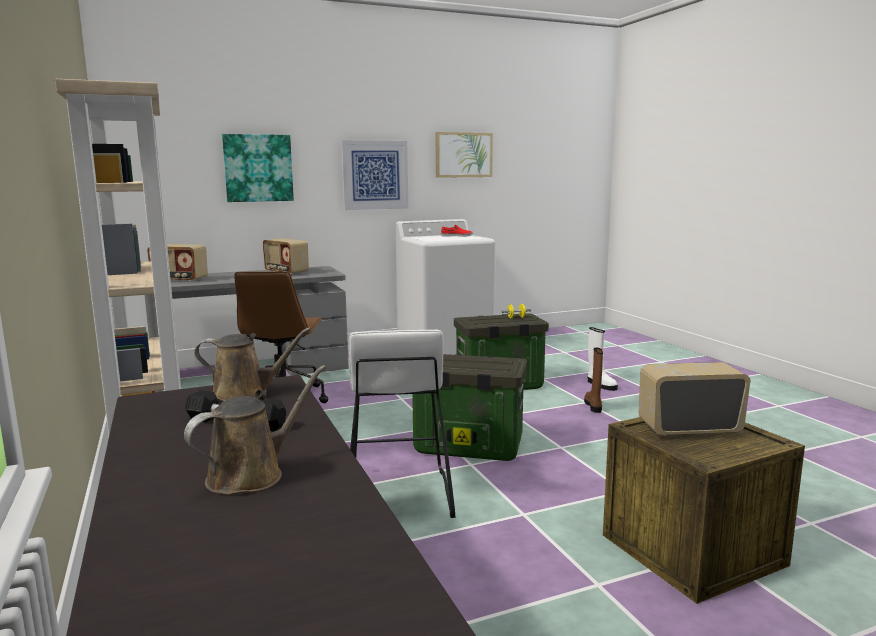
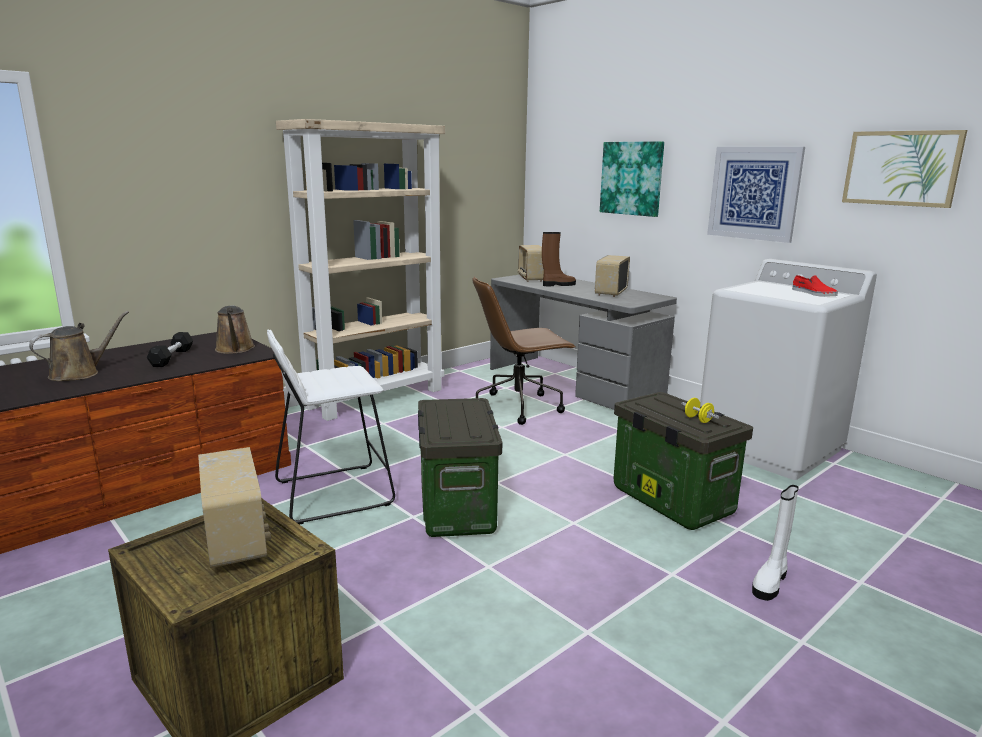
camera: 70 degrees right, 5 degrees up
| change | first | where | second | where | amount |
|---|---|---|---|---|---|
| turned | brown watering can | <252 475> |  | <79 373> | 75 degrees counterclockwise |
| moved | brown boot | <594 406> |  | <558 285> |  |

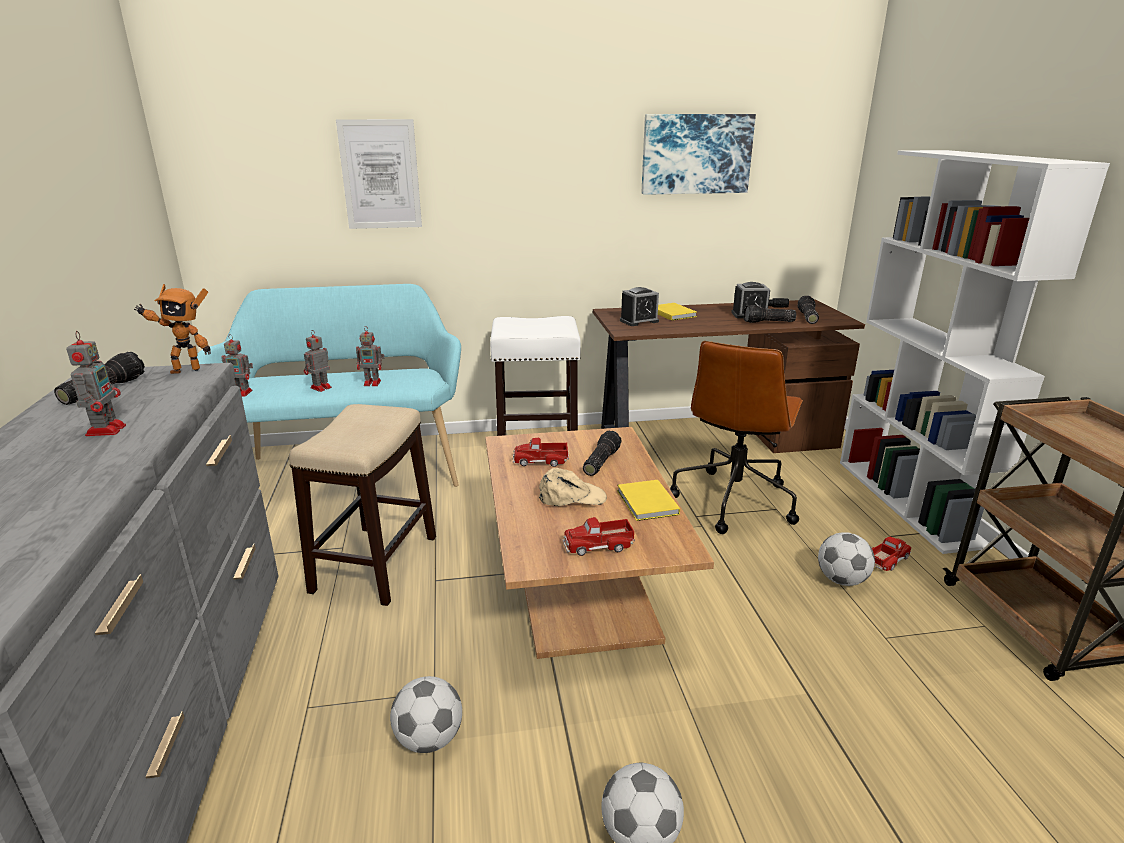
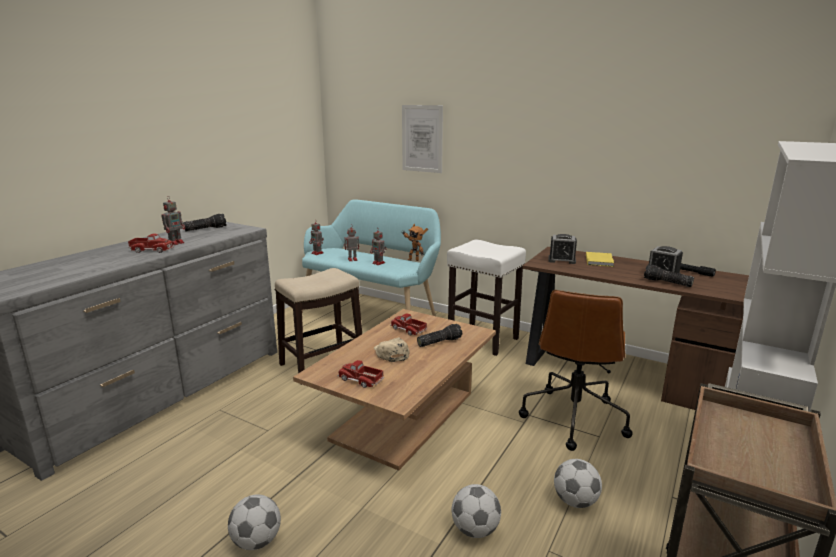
camera: 40 degrees right, 5 degrees down
| change | first | where | second | where | amount |
|---|---|---|---|---|---|
| moved | toy robot | <186 370> |  | <413 260> |  |
| moved | football | <429 739> |  | <475 529> |  |
| turned | beige cap | <572 496> |  | <391 353> | 150 degrees counterclockwise |
| removed | yellow book | <647 503> |  |  |  |
| removed | picture | <696 154> |  |  |  |
| turned | brown office chair | <733 500> |  | <573 417> | 45 degrees counterclockwise |
| removed | flashlight | <806 317> |  |  |  |
| moved | toy truck | <886 560> |  | <152 250> |  |

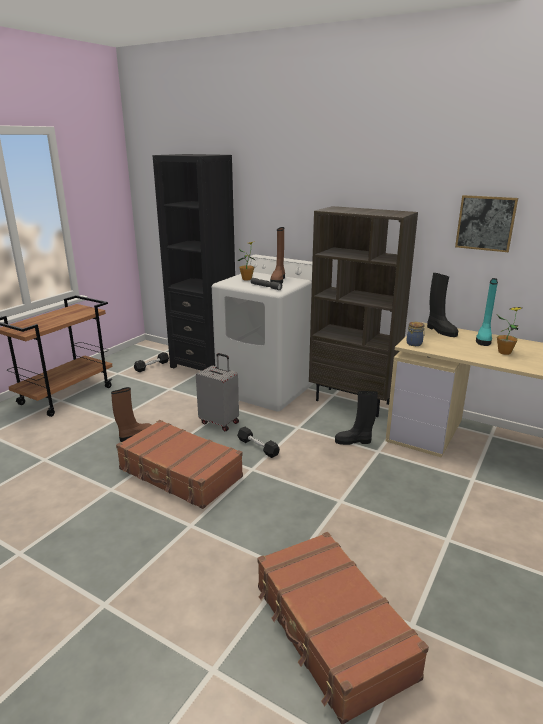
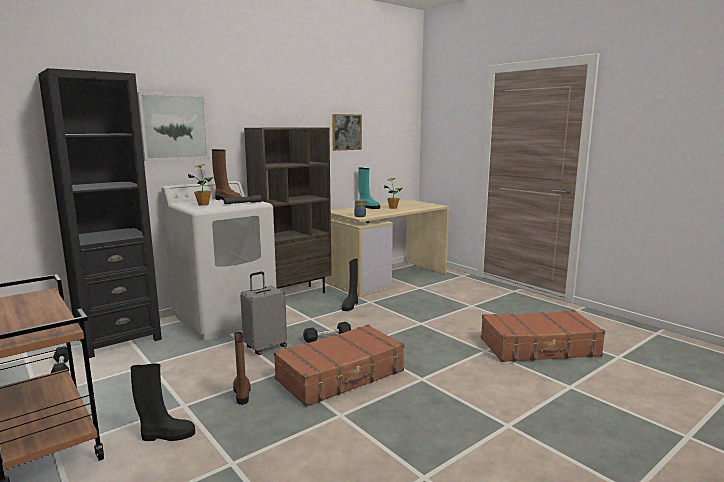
camera: 70 degrees left, 10 degrees down
| change | first | where | second | where | amount |
|---|---|---|---|---|---|
| moved | black boot | <440 331> |  | <166 435> |  |
| added |  |  | picture | <174 127> |  |

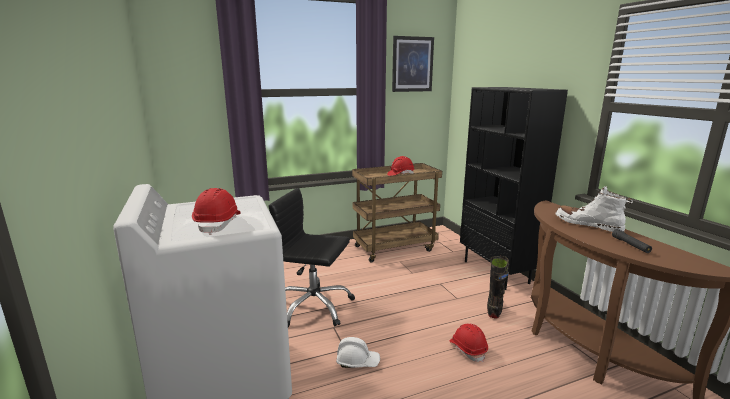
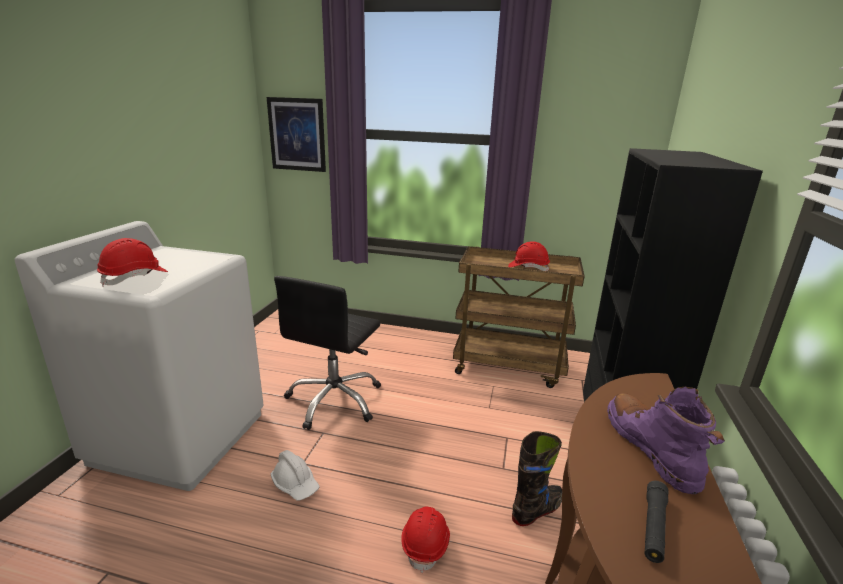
camera: 35 degrees right, 5 degrees up
| change | first | where | second | where | amount |
|---|---|---|---|---|---|
| turned | black office chair | <314 306> |  | <335 400> | 120 degrees counterclockwise |
| moved | picture | <412 64> |  | <297 134> |  |
| recoloured | white boot | <588 225> | purple boot | <651 448> |  |

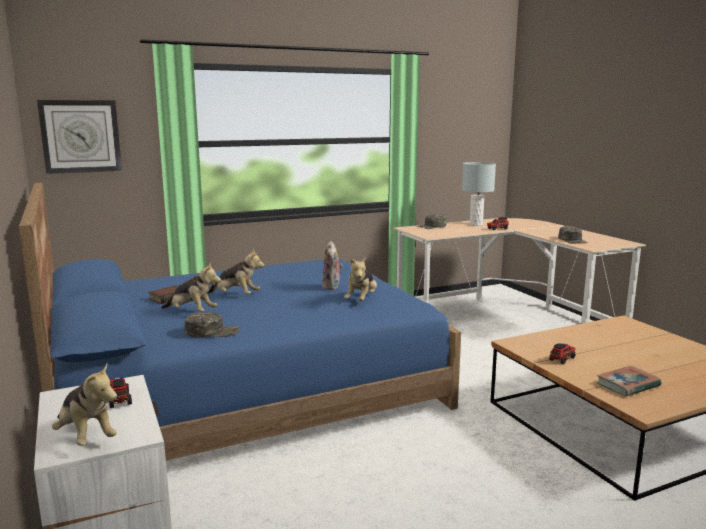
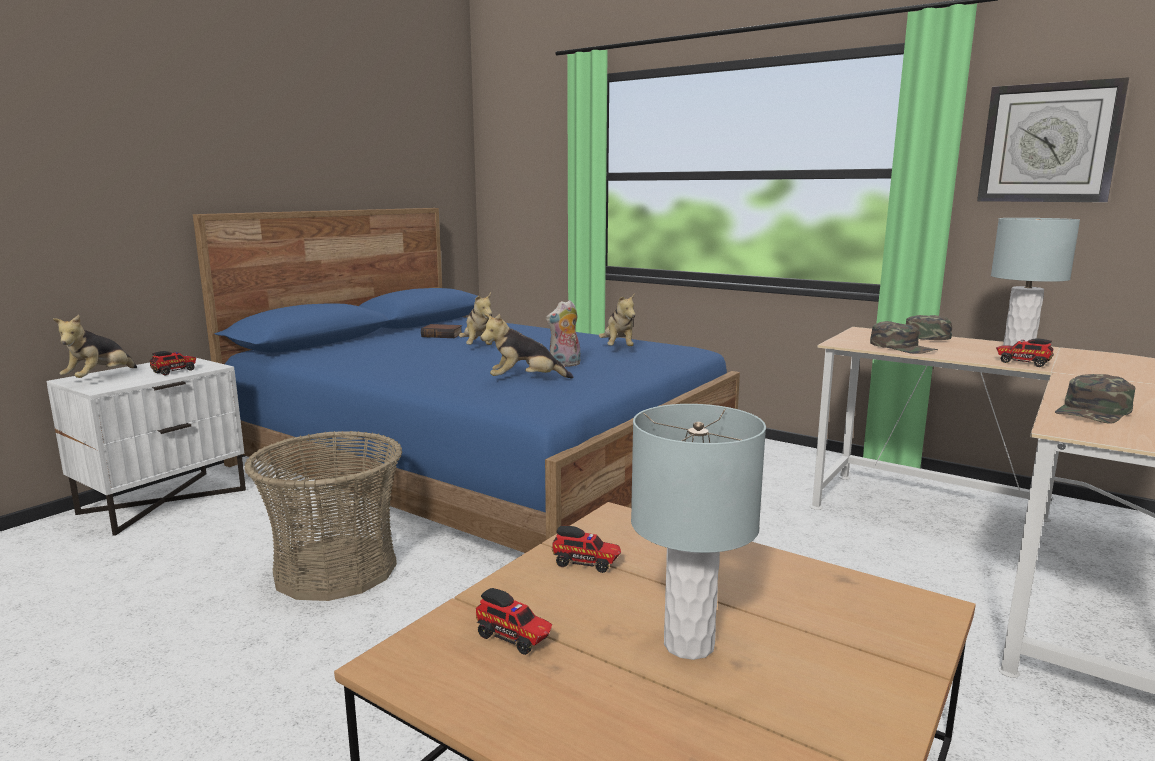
camera: 60 degrees right, 0 degrees up
| change | first | where | second | where | amount |
|---|---|---|---|---|---|
| moved | wall clock | <81 136> |  | <1048 143> |  |
| moved | plush toy | <191 312> |  | <618 348> |  |
| moved | green cap | <212 332> |  | <902 347> |  |
| replaced | book | <628 385> | toy truck | <514 638> |  |
| added |  |  | basket | <335 569> |  |
| added |  |  | grey table lamp | <688 644> |  |

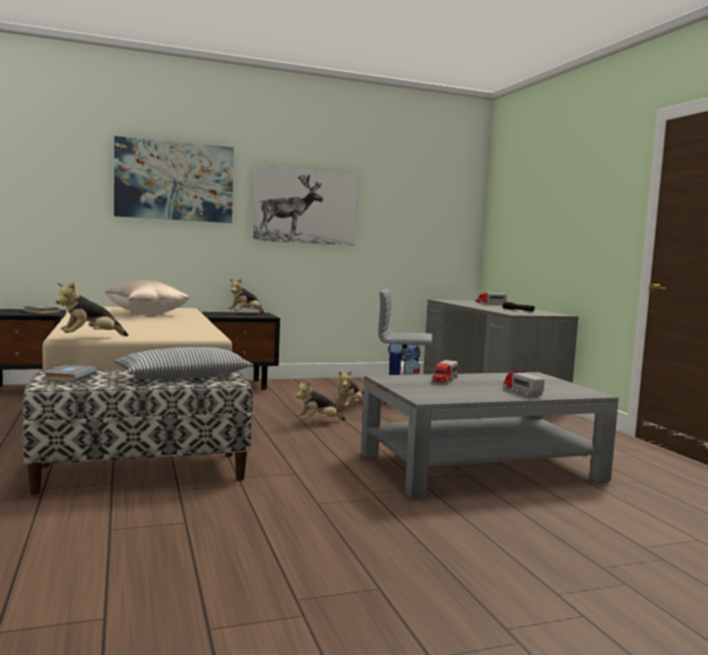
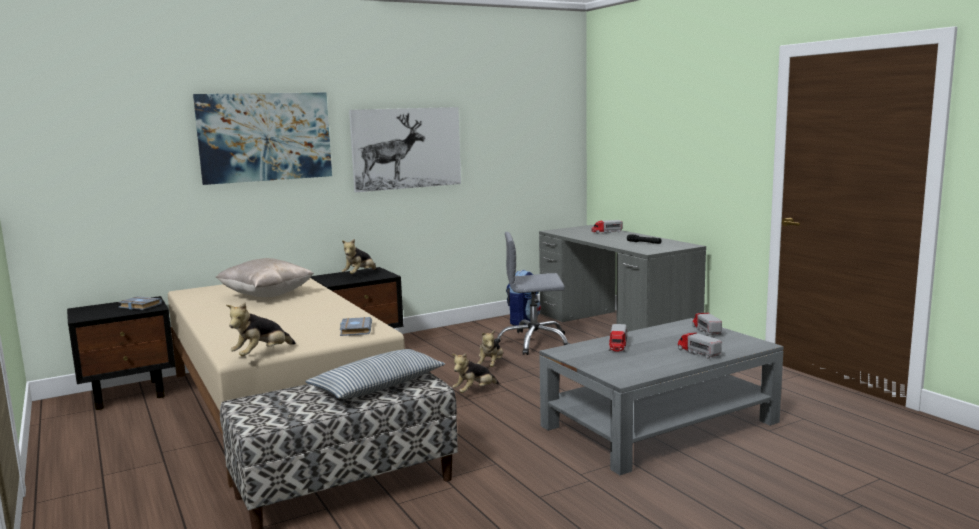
camera: 10 degrees left, 5 degrees up
| change | first | where | second | where | amount |
|---|---|---|---|---|---|
| moved | grey book | <68 377> |  | <354 330> |  |
| added |  |  | toy truck | <706 330> |  |

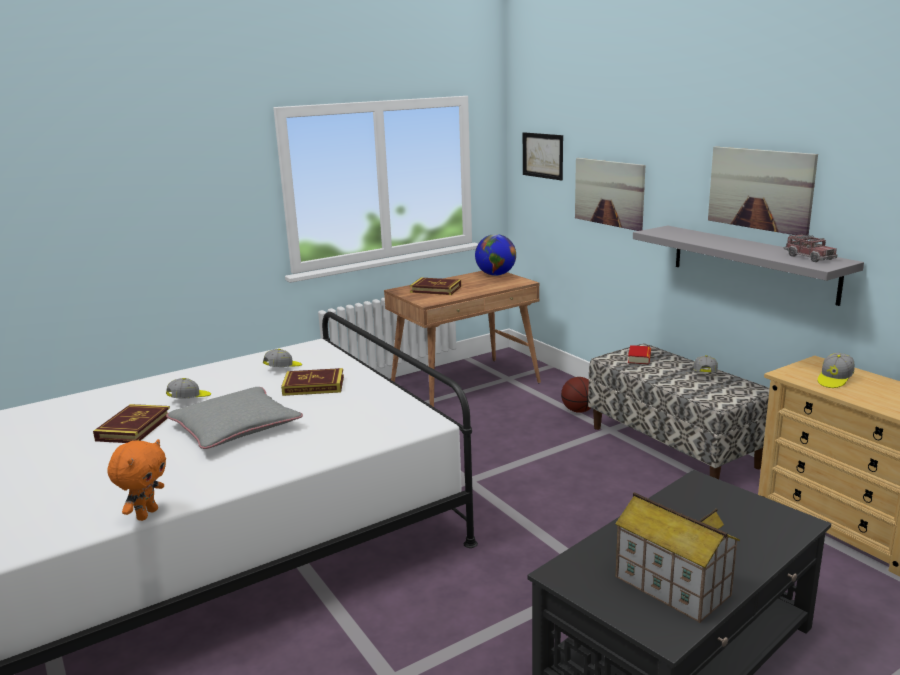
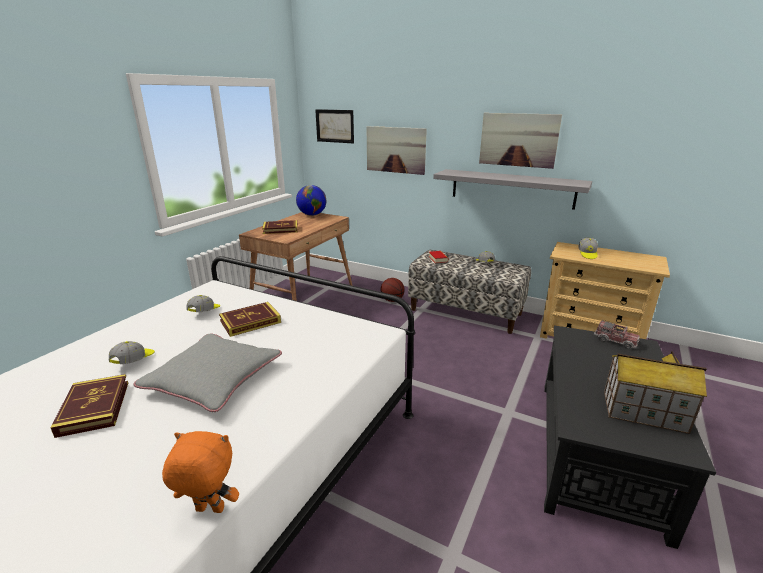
camera: 30 degrees left, 5 degrees up
| change | first | where | second | where | amount |
|---|---|---|---|---|---|
| turned | orange plush toy | <146 514> |  | <209 510> | 75 degrees counterclockwise |
| moved | toy truck | <809 257> |  | <615 341> |  |

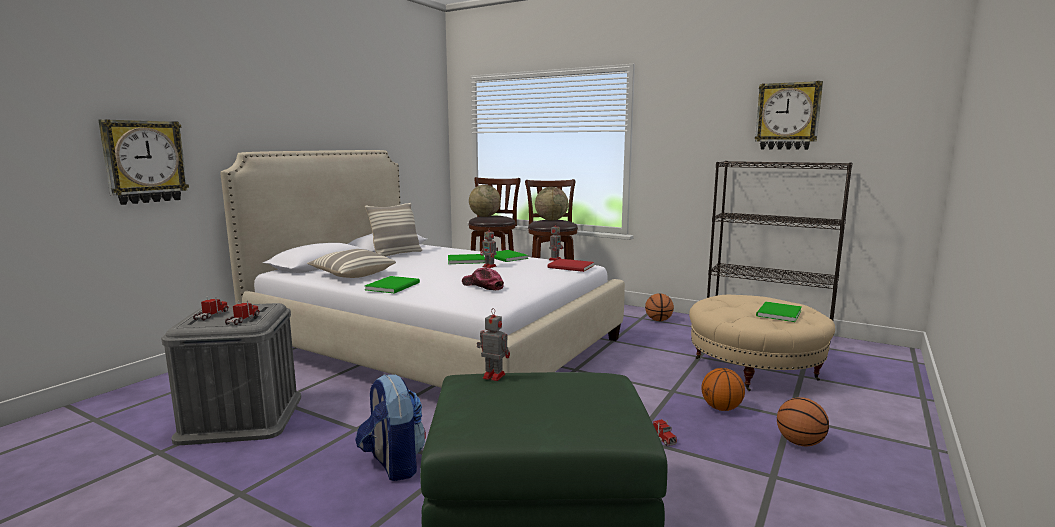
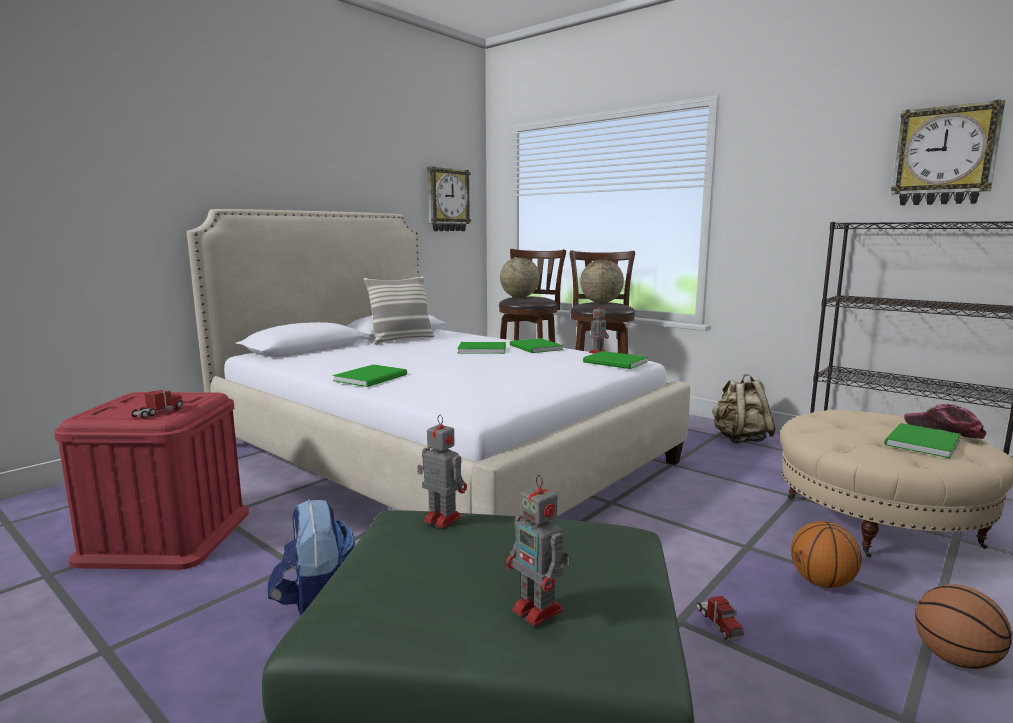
camera: 10 degrees right, 0 degrees up
| change | first | where | second | where | amount |
|---|---|---|---|---|---|
| moved | wall clock | <144 162> |  | <447 200> |  |
| recoloured | grey storage box | <241 417> | red storage box | <166 535> |  |
| removed | toy truck | <211 315> |  |  |  |
| removed | pillow | <352 275> |  |  |  |
| moved | cap | <483 285> |  | <944 429> |  |
| moved | toy robot | <490 266> |  | <539 611> |  |
| recoloured | red book | <571 267> | green book | <616 362> |  |
| replaced | basketball | <658 320> | beige backpack | <740 439> |  |

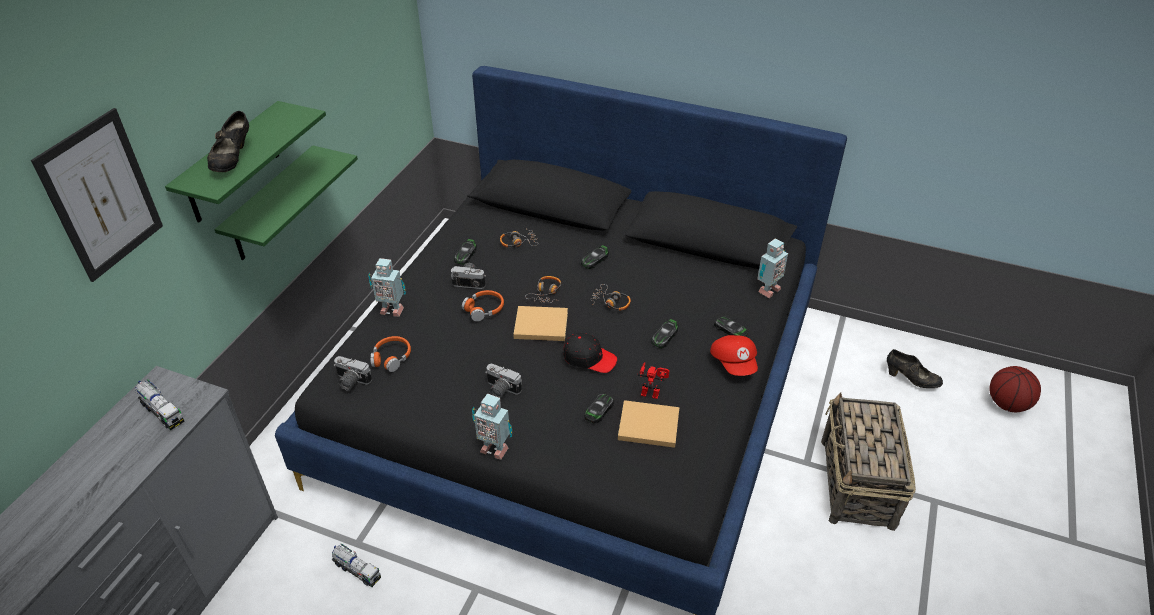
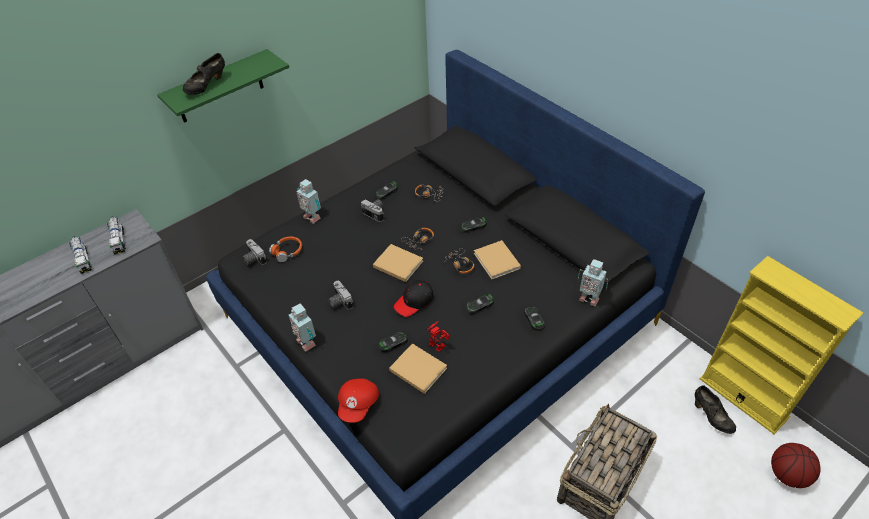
camera: 30 degrees right, 5 degrees up
| change | first | where | second | where | amount |
|---|---|---|---|---|---|
| removed | picture | <101 195> |  |  |  |
| removed | green shelf | <272 205> |  |  |  |
| moved | toy truck | <357 570> |  | <83 260> |  |
| removed | orange headphones | <484 309> |  |  |  |
| turned | black cap | <589 358> |  | <414 301> | 90 degrees clockwise |
| moved | red cap | <734 363> |  | <359 404> |  |
| turned | toy robot | <767 290> |  | <588 298> | 45 degrees clockwise |
| added |  |  | beige book | <497 262> |  |
| added |  |  | yellow bookcase | <743 397> |  |

